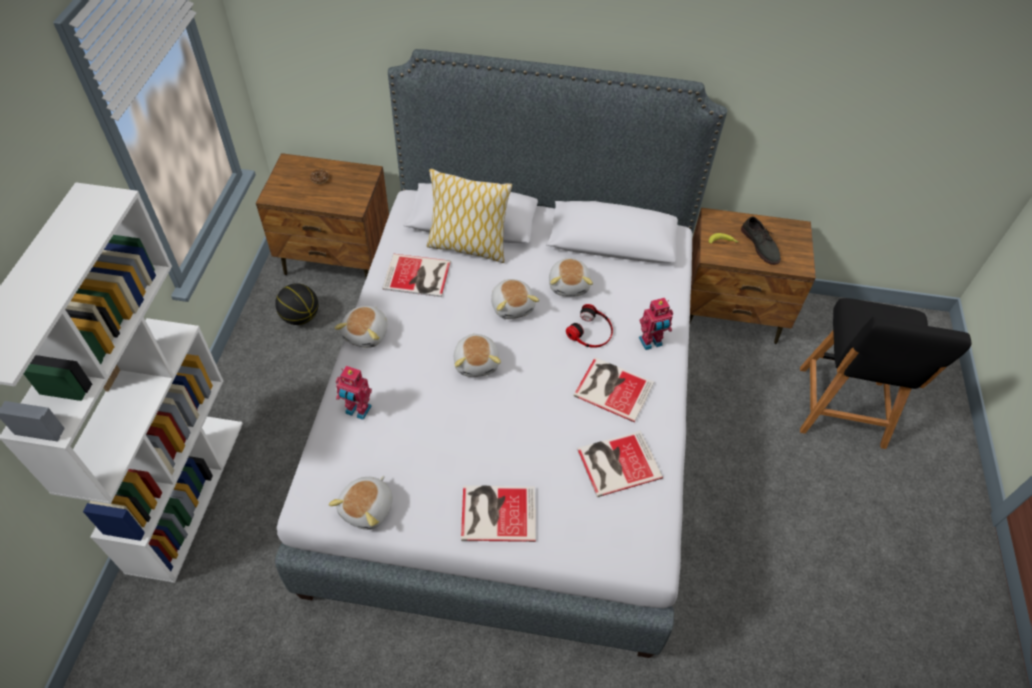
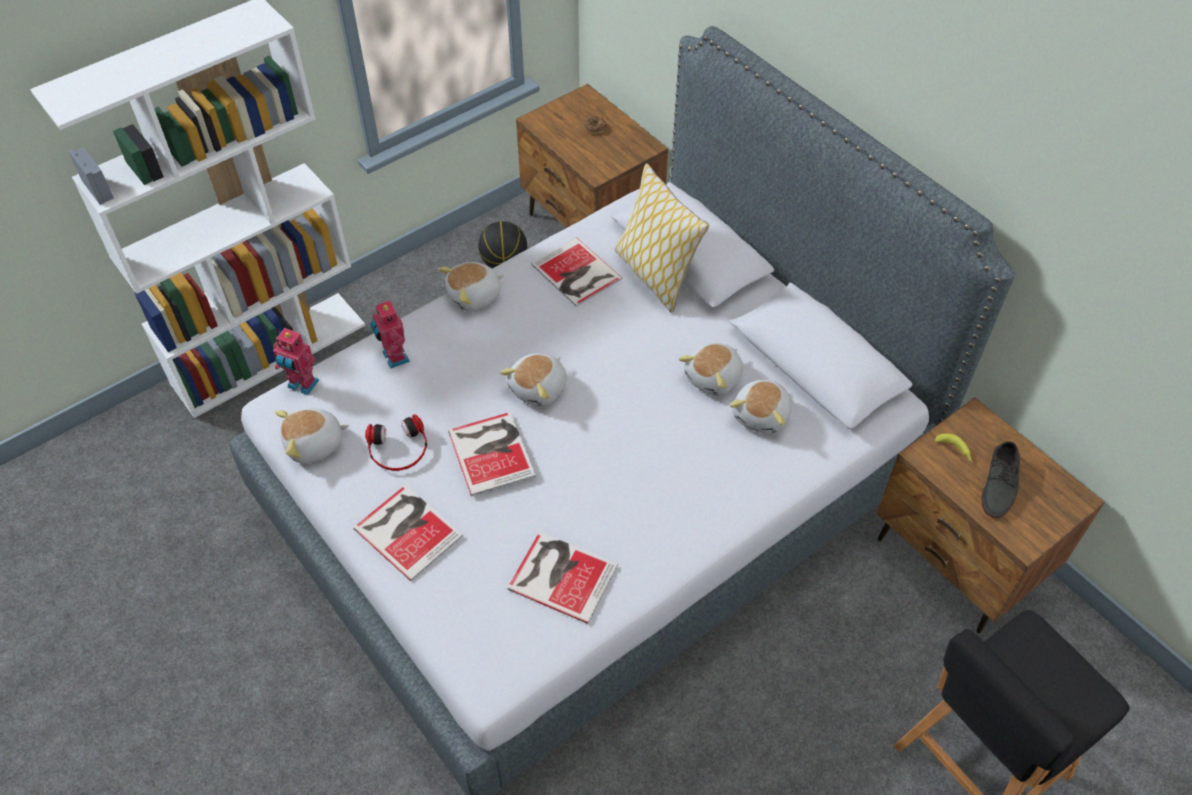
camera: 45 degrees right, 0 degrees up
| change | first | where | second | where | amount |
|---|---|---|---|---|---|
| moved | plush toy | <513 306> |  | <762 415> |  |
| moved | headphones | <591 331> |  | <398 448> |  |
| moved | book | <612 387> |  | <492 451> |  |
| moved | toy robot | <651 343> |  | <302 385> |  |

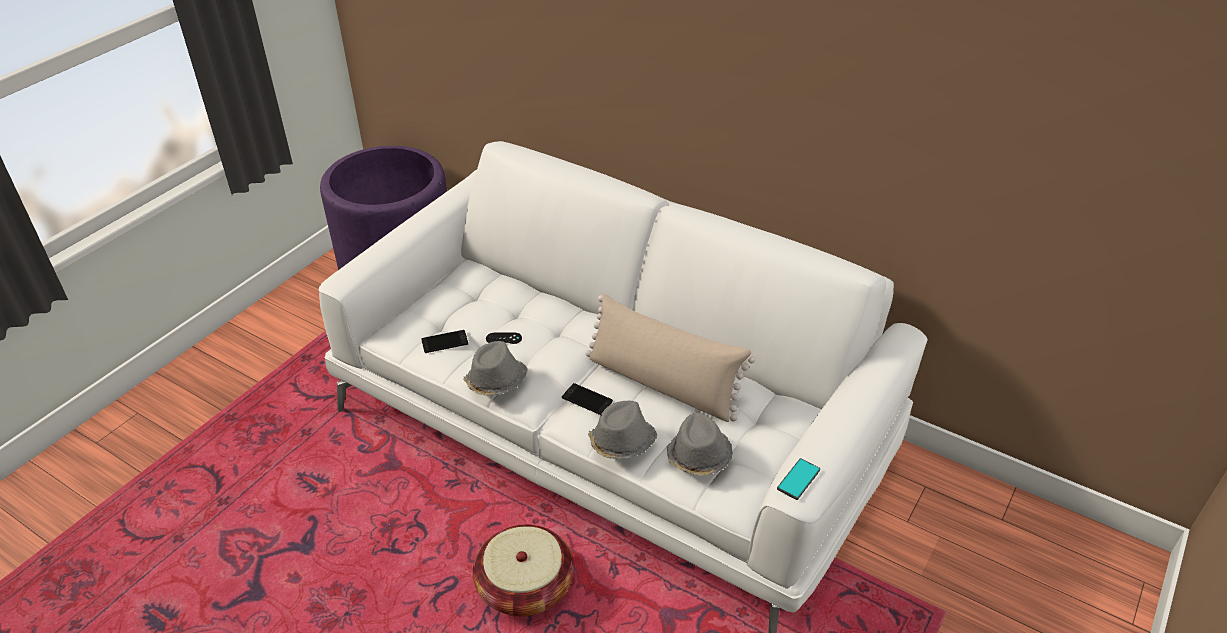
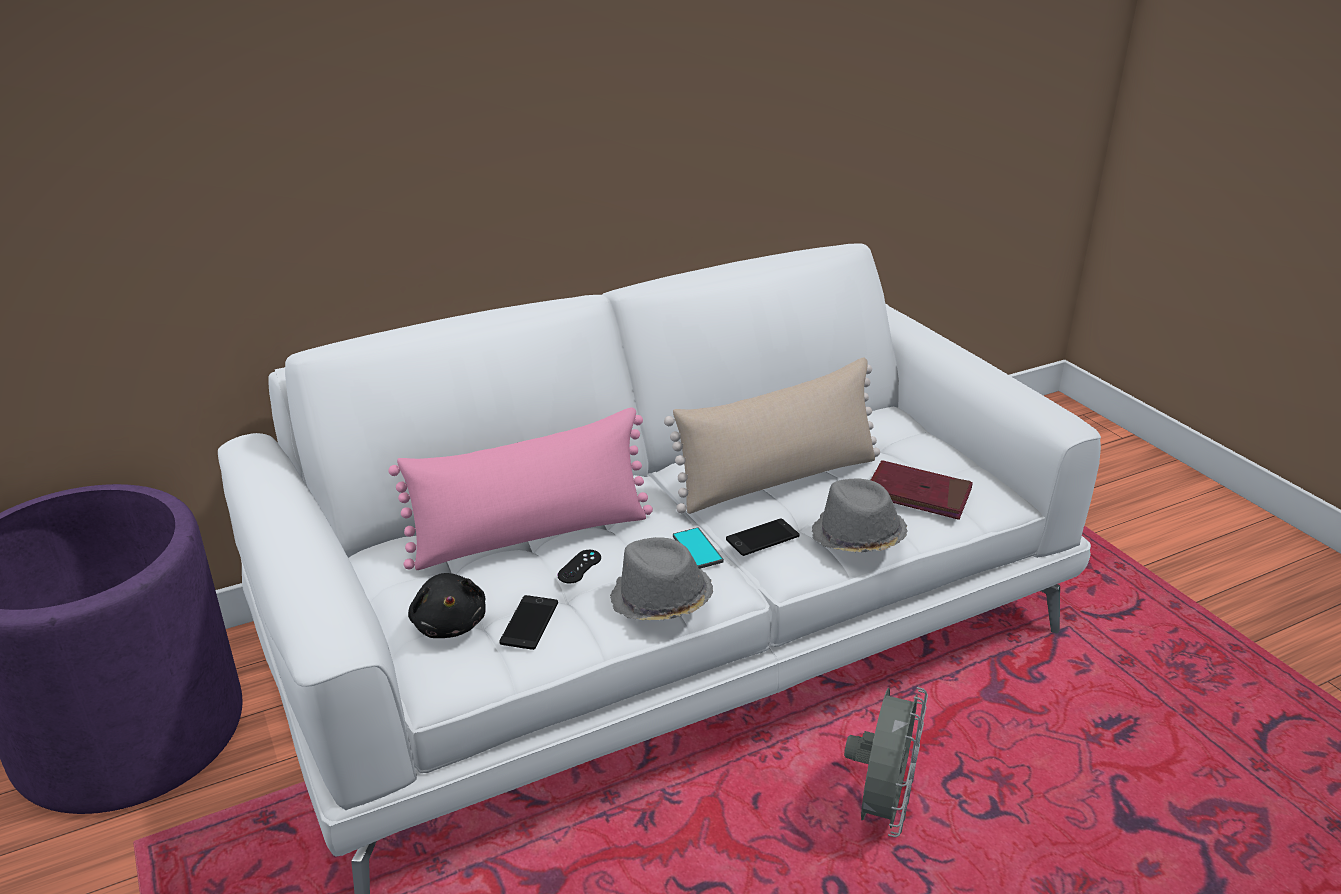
camera: 60 degrees left, 10 degrees down
| change | first | where | second | where | amount |
|---|---|---|---|---|---|
| replaced | basket | <525 586> | grey fan | <881 808> |  |
| replaced | grey hat | <698 456> | red book | <918 494> |  |
| moved | phone | <798 479> |  | <697 549> |  |
| added |  |  | pink pillow | <531 536> |  |
| added |  |  | black plush toy | <450 624> |  |

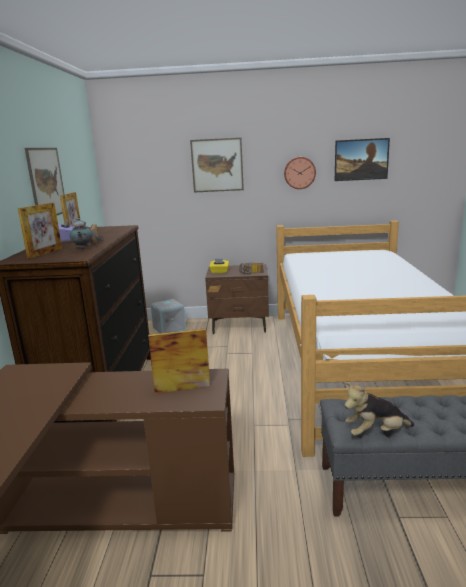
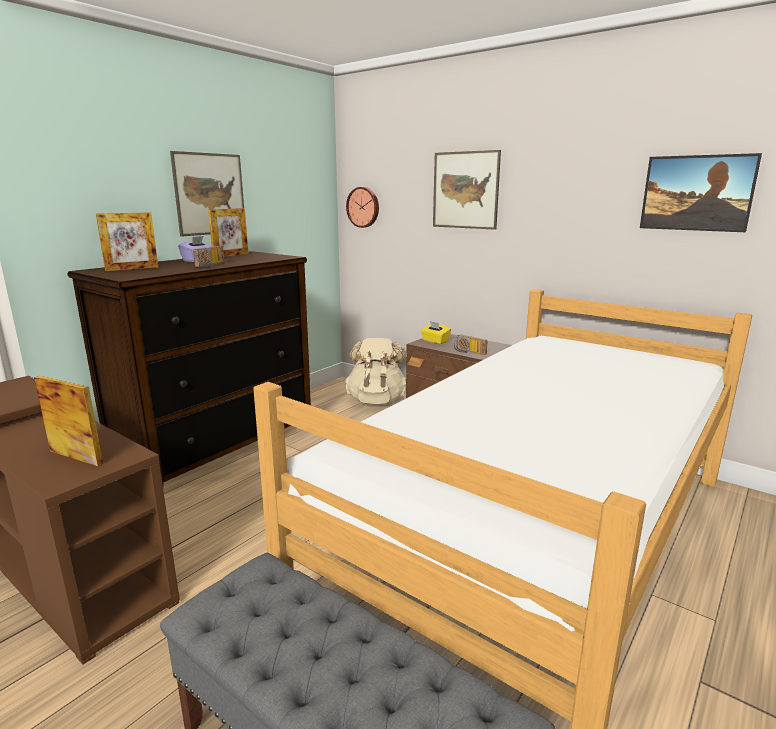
camera: 35 degrees right, 0 degrees up
| change | first | where | second | where | amount |
|---|---|---|---|---|---|
| removed | teapot | <82 249> |  |  |  |
| replaced | grey storage box | <169 328> | beige backpack | <376 400> |  |
| moved | wall clock | <299 173> |  | <363 207> |  |
| removed | plush toy | <375 432> |  |  |  |

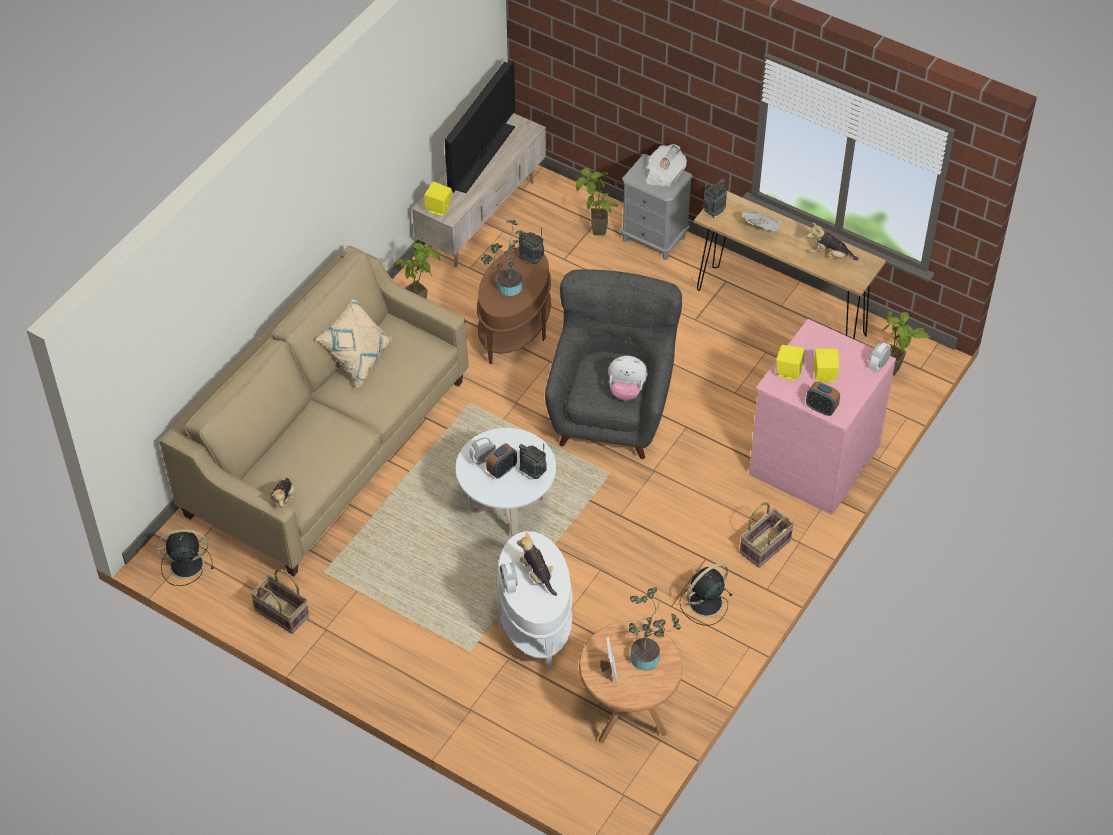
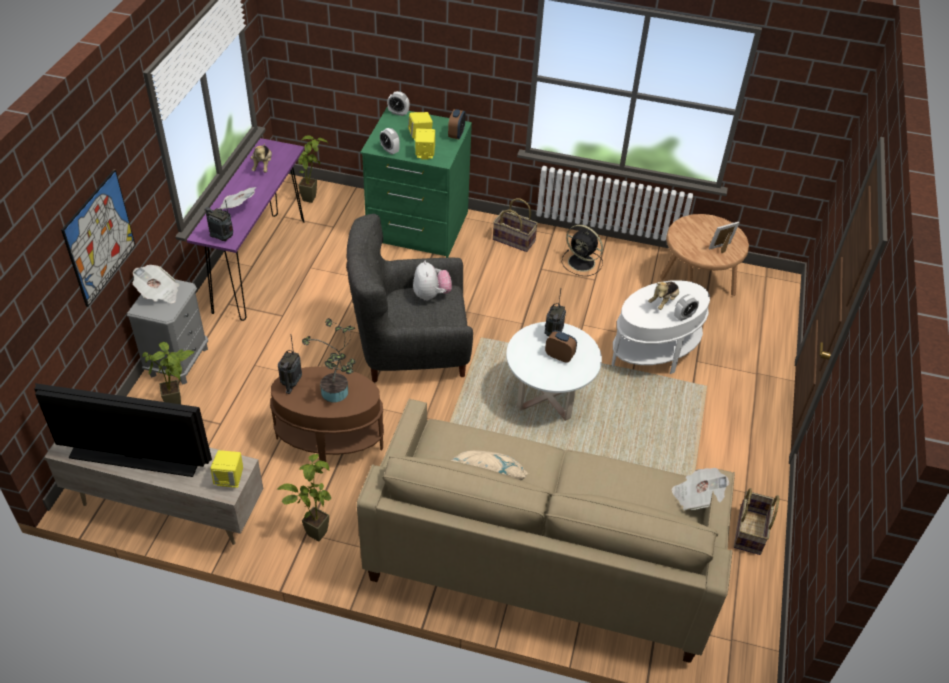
camera: 110 degrees left, 5 degrees down
| change | first | where | second | where | amount |
|---|---|---|---|---|---|
| removed | black fan | <185 565> |  |  |  |
| replaced | plush toy | <283 502> | newspaper | <696 496> |  |
| moved | alarm clock | <483 459> |  | <390 150> |  |
| removed | potted plant | <648 657> |  |  |  |
| recoloured | brown console table | <780 312> | purple console table | <259 265> |  |
| recoloured | pink dresser | <812 459> | green dresser | <417 227> |  |
| added |  |  | picture | <99 238> |  |

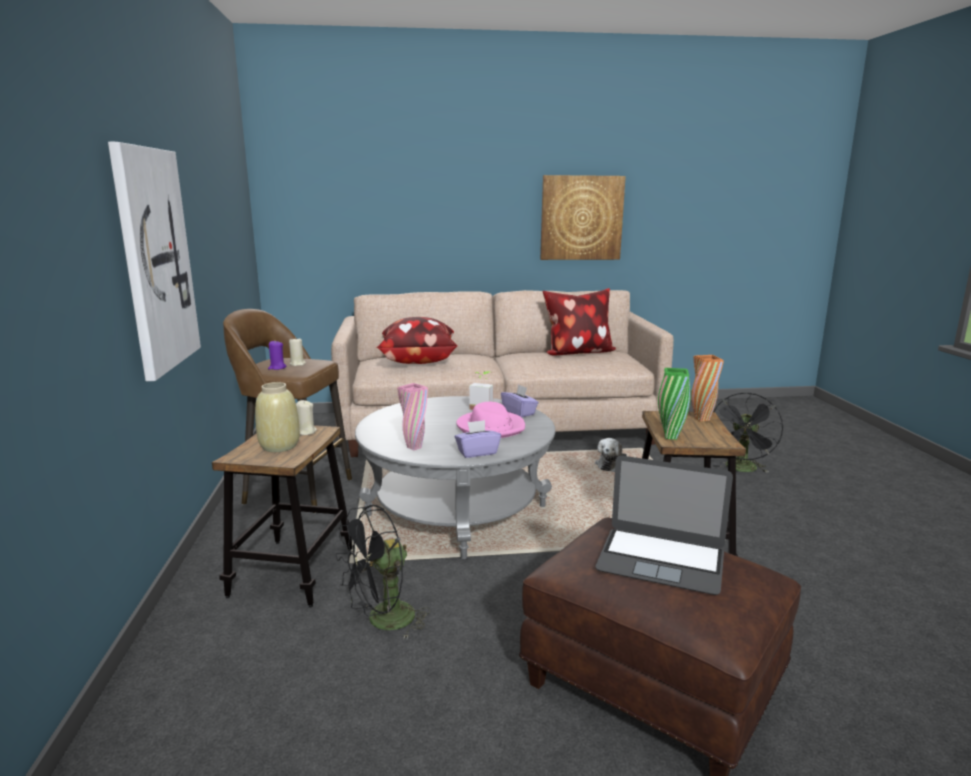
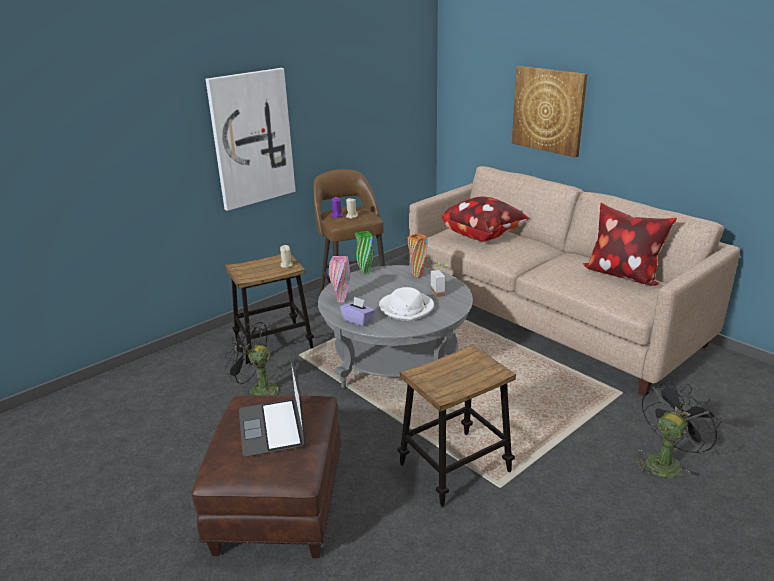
camera: 55 degrees right, 10 degrees up
| change | first | where | second | where | amount |
|---|---|---|---|---|---|
| removed | beige vase | <279 446> |  |  |  |
| recoloured | pink hat | <490 427> | white hat | <407 308> |  |
| removed | purple tissue box | <519 412> |  |  |  |
| moved | picture | <581 218> |  | <548 110> |  |
| removed | plush toy | <610 465> |  |  |  |
| moved | green vase | <670 437> |  | <365 272> |  |
| moved | orange vase | <702 419> |  | <417 275> |  |
| turned | black fan | <742 469> |  | <666 462> | 150 degrees clockwise |

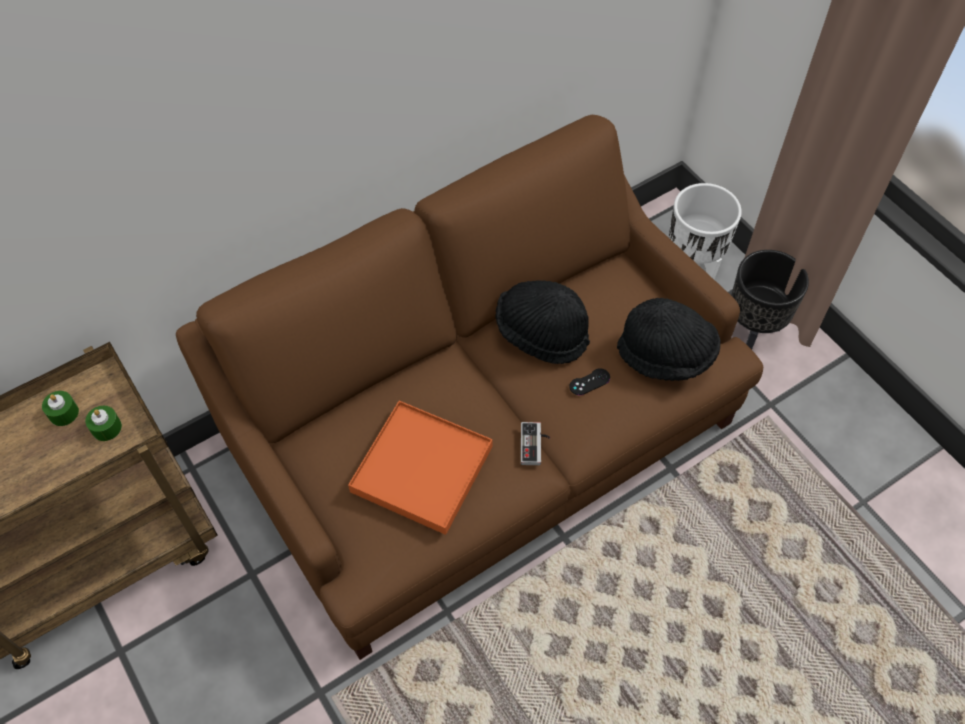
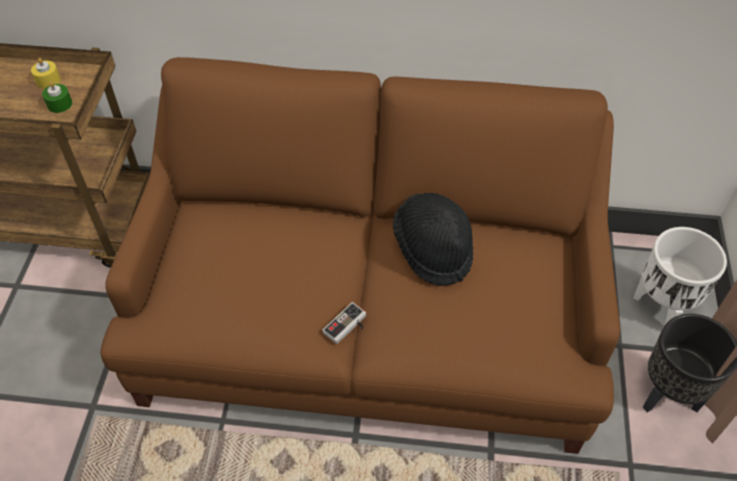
camera: 40 degrees right, 5 degrees down
| change | first | where | second | where | amount |
|---|---|---|---|---|---|
| recoloured | green candle | <63 413> | yellow candle | <48 80> |  |
| removed | orange tray | <421 469> |  |  |  |
| removed | black game controller | <589 382> |  |  |  |
| removed | black hat | <666 355> |  |  |  |

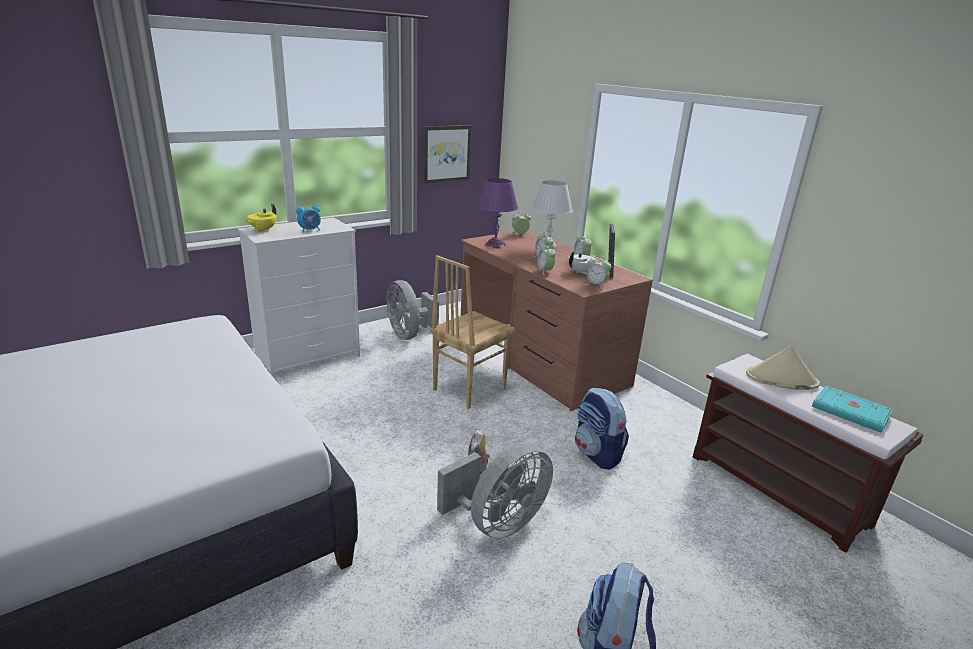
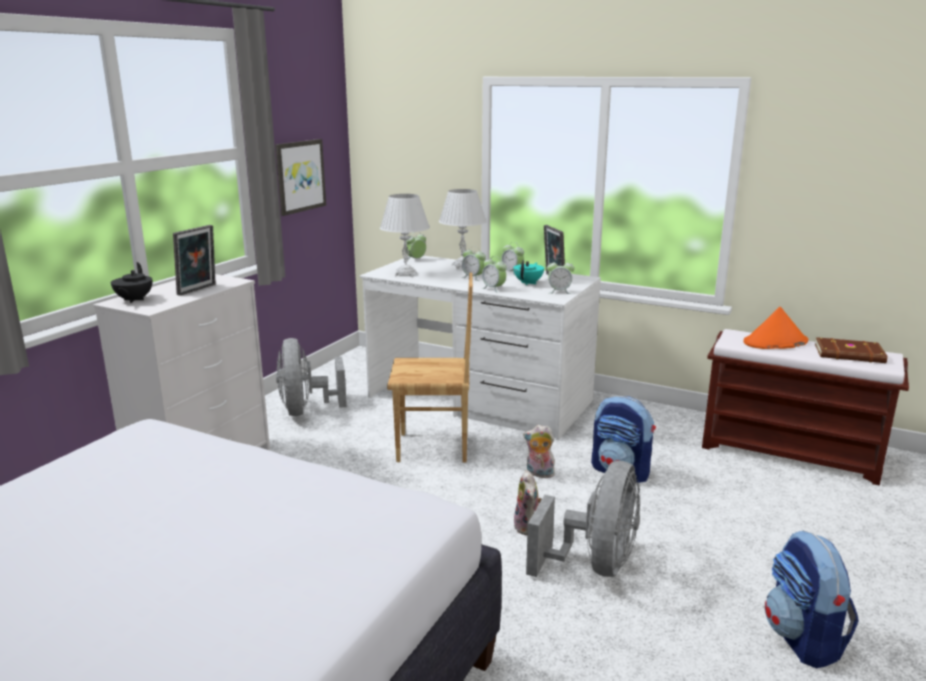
camera: 25 degrees left, 5 degrees down
| change | first | where | second | where | amount |
|---|---|---|---|---|---|
| recoloured | yellow teapot | <263 230> | black teapot | <133 300> |  |
| replaced | alarm clock | <310 230> | picture frame | <198 290> |  |
| turned | grey fan | <409 334> |  | <306 410> | 45 degrees clockwise |
| turned | brown chair | <468 389> |  | <433 448> | 105 degrees counterclockwise |
| recoloured | brown desk | <540 360> | white desk | <479 399> |  |
| recoloured | purple table lamp | <495 245> | white table lamp | <405 274> |  |
| recoloured | white teapot | <581 272> | turquoise teapot | <528 283> |  |
| recoloured | beige hat | <781 379> | orange hat | <775 342> |  |
| recoloured | turquoise book | <850 412> | brown book | <849 354> |  |
| added |  |  | plush toy | <539 474> |  |

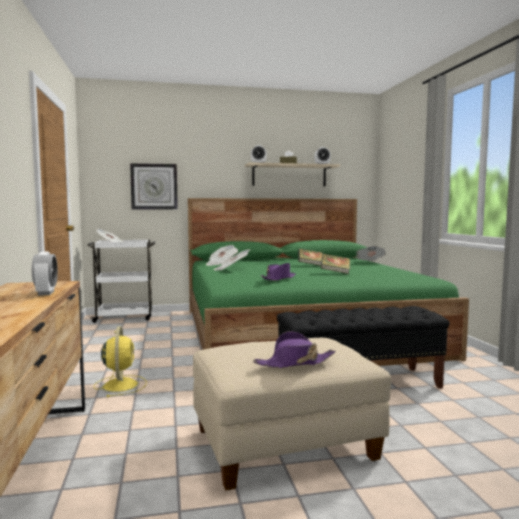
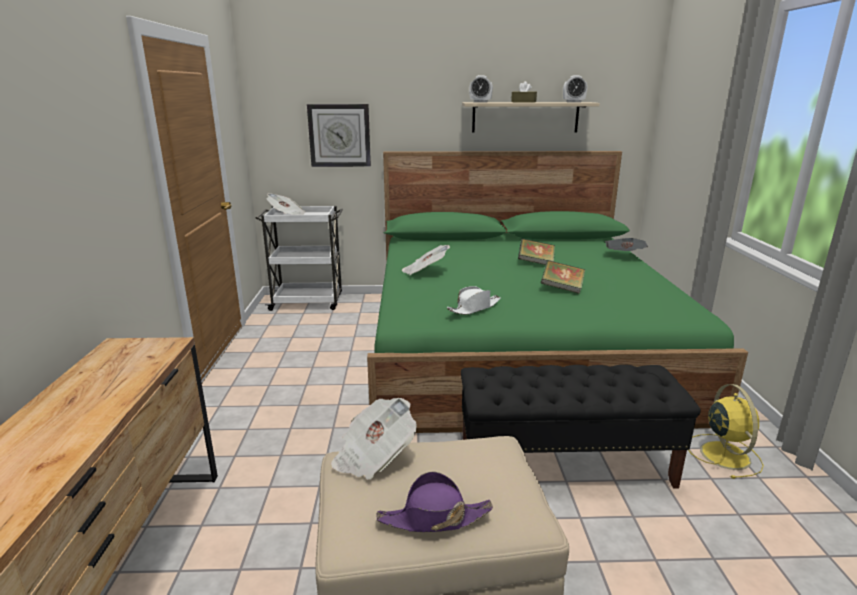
camera: 10 degrees right, 15 degrees up
| change | first | where | second | where | amount |
|---|---|---|---|---|---|
| removed | alarm clock | <46 293> |  |  |  |
| moved | yellow fan | <120 385> |  | <723 454> |  |
| moved | newspaper | <221 264> |  | <373 456> |  |
| recoloured | purple hat | <279 278> | white hat | <474 308> |  |

